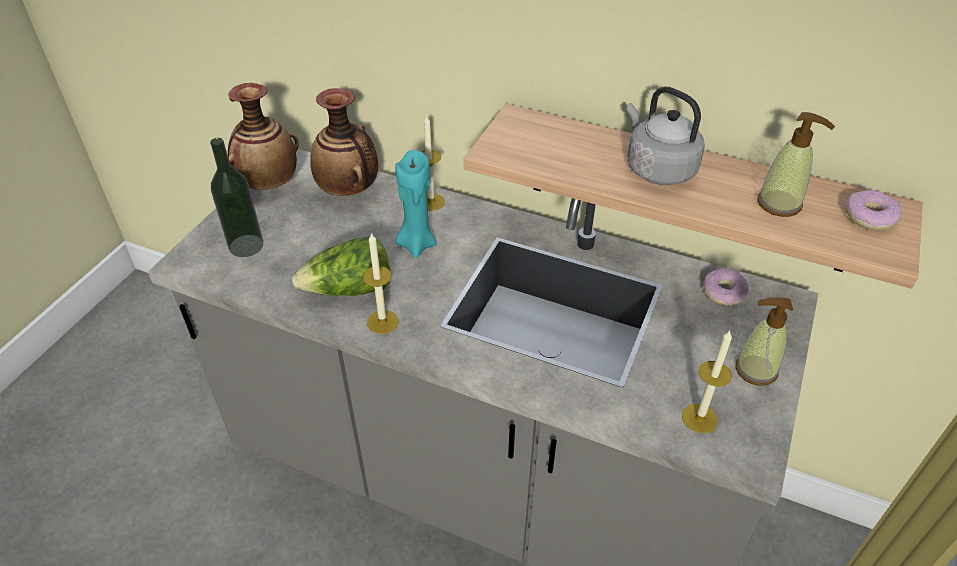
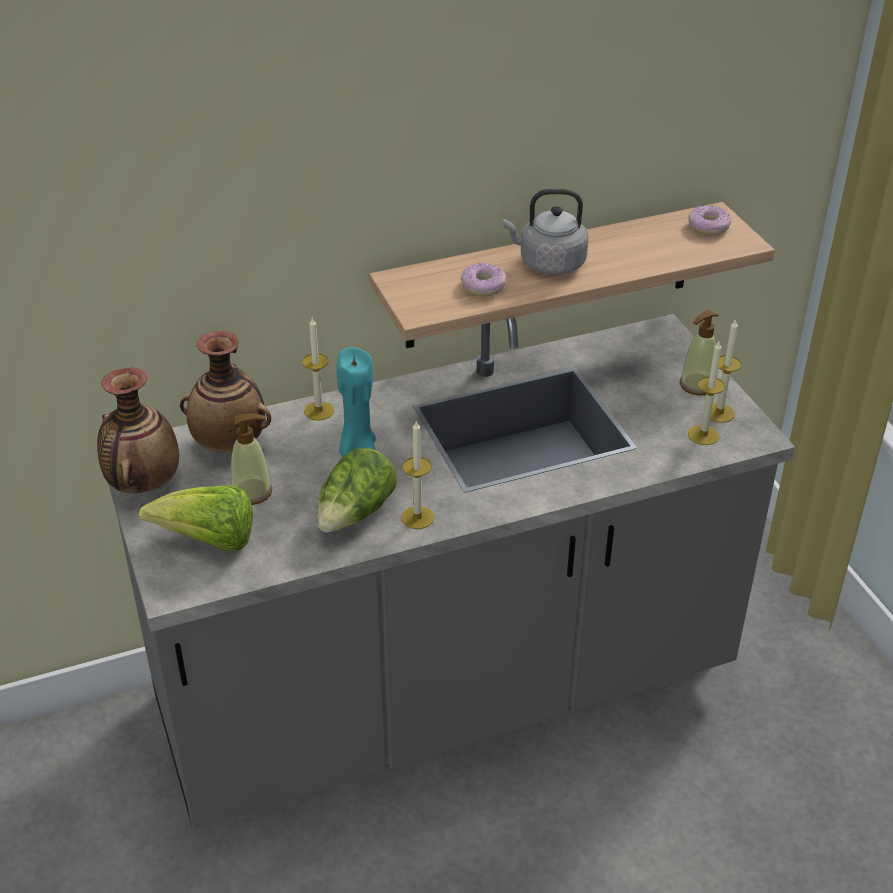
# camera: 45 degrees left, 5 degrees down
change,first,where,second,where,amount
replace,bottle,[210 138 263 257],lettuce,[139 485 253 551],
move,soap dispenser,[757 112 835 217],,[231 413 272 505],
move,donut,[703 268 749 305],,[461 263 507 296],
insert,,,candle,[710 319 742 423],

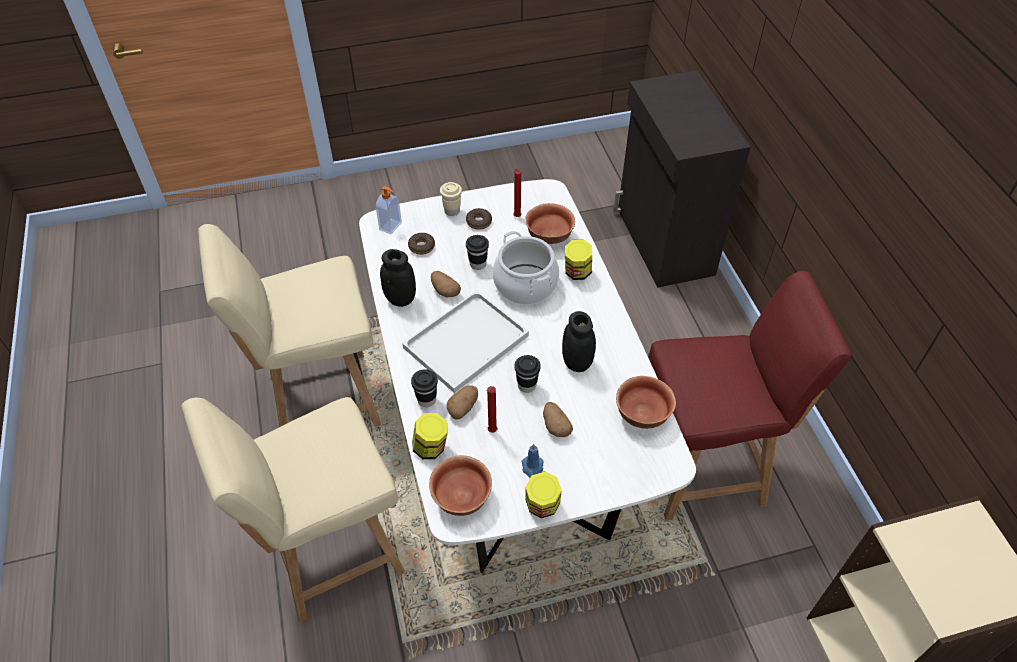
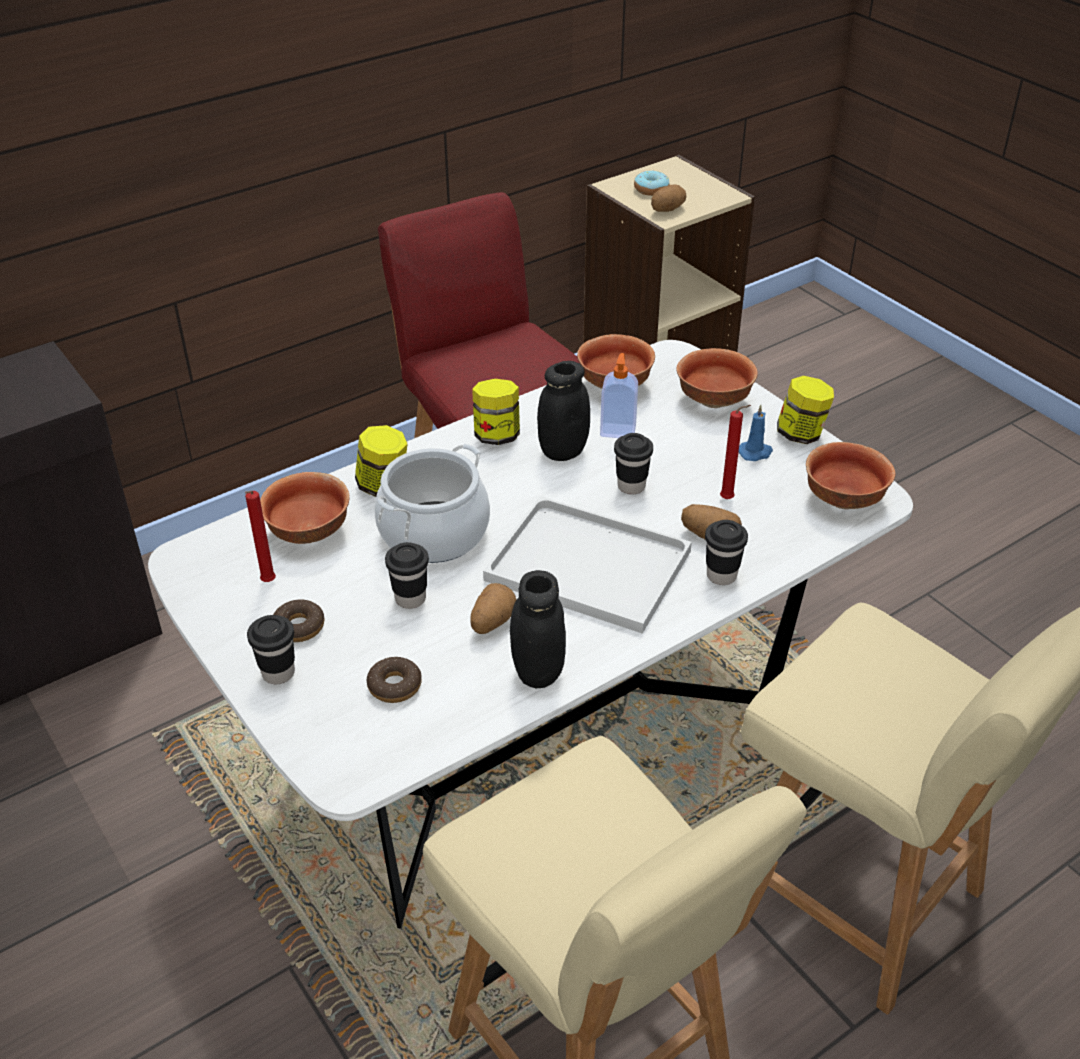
# camera: 110 degrees left, 10 degrees down
change,first,where,second,where,amount
recolor,beige cup,[440 182 462 216],black cup,[247 615 295 684],
move,jar,[412 413 448 459],,[472 378 520 445],
move,soap dispenser,[376 186 402 234],,[600 353 638 438],
insert,,,donut,[634 170 669 196],
move,potato,[543 402 573 437],,[651 184 686 212],
insert,,,bowl,[676 348 758 408],

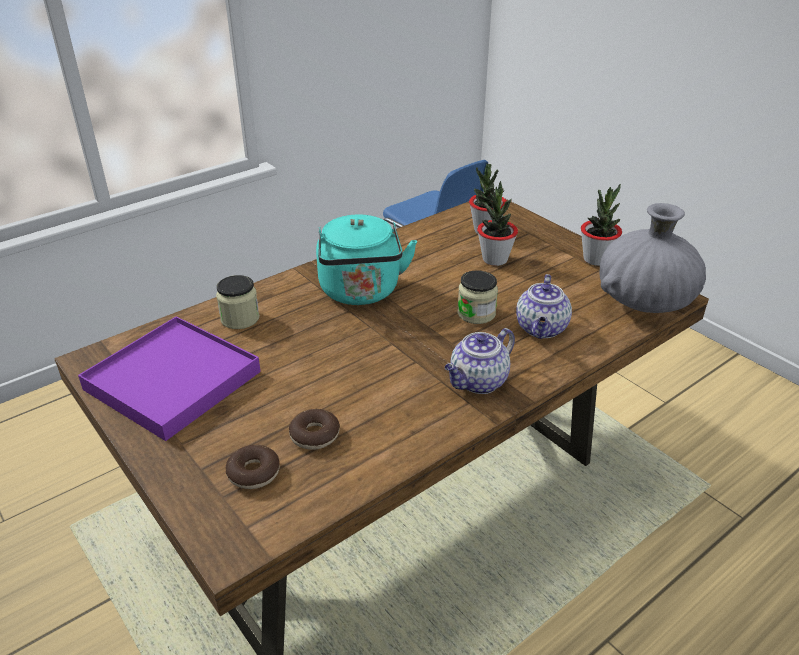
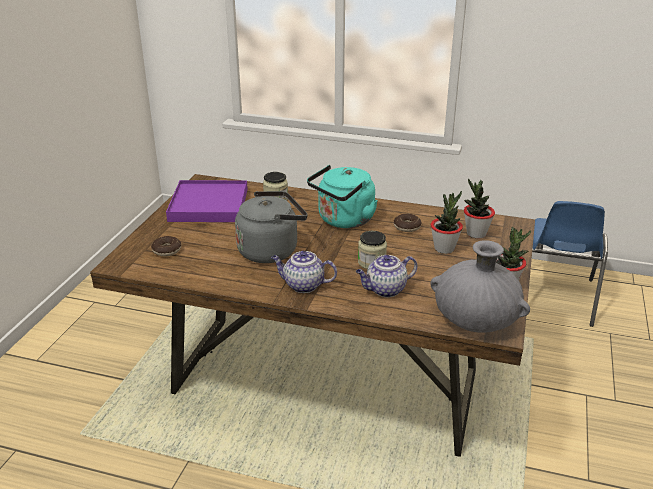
# camera: 55 degrees right, 5 degrees down
change,first,where,second,where,amount
insert,,,grey kettle,[235 191 308 263],
move,donut,[289 409 340 450],,[394 214 422 232],

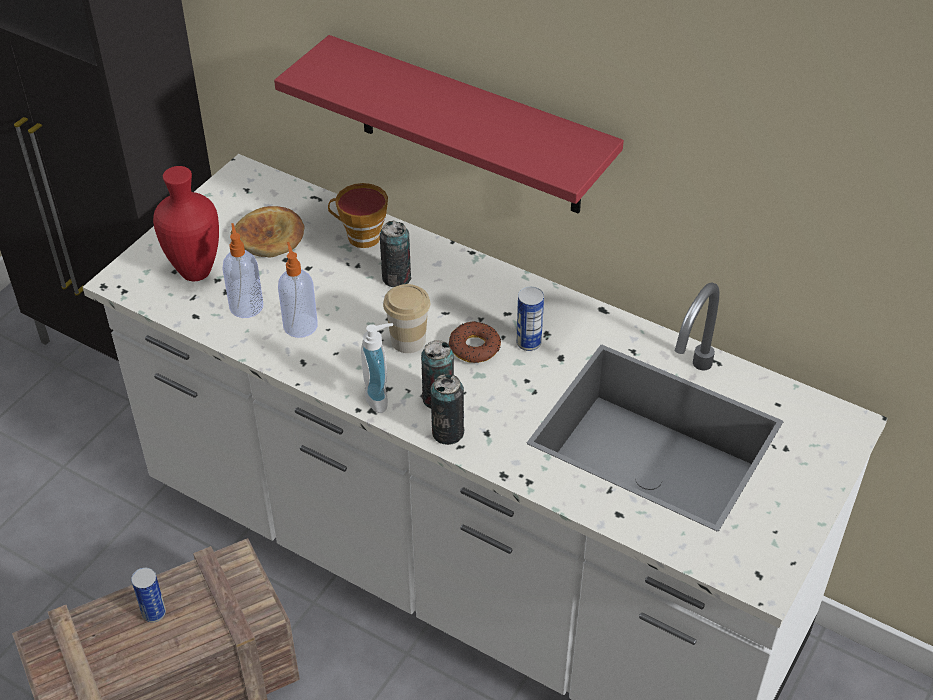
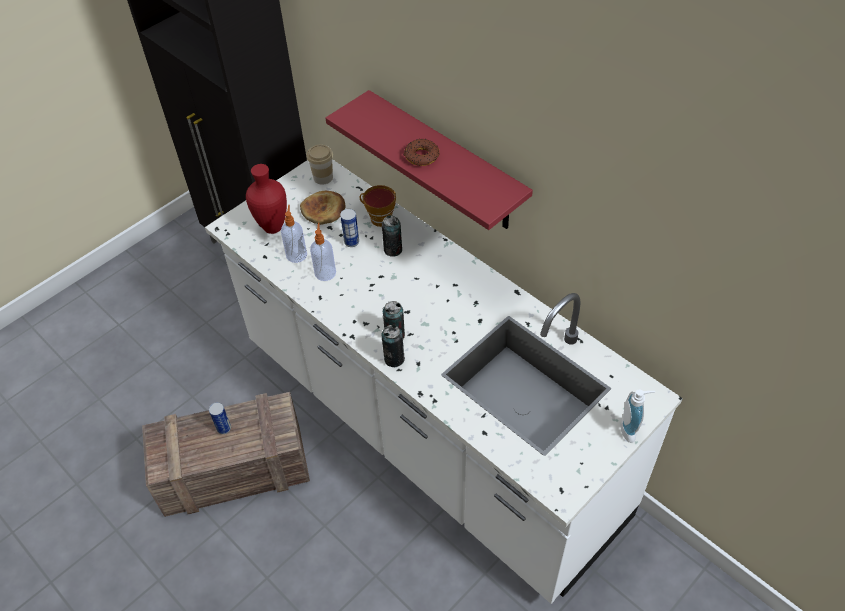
# camera: 15 degrees right, 5 degrees up
change,first,where,second,where,amount
move,cup,[383 284 430 353],,[307 145 333 185],
move,can,[516 287 544 351],,[340 209 359 247],
move,donut,[448 321 501 363],,[404 139 440 166],
move,soap dispenser,[361 323 393 413],,[621 389 655 443],

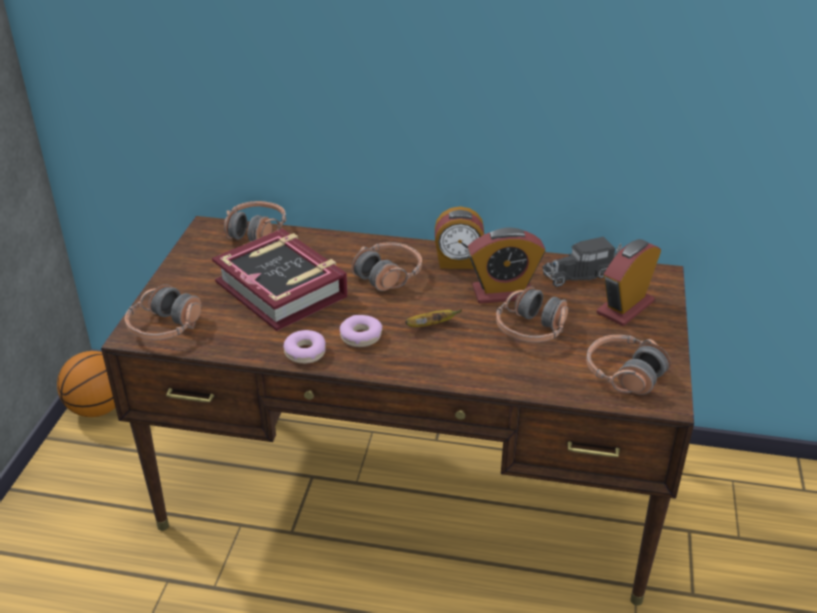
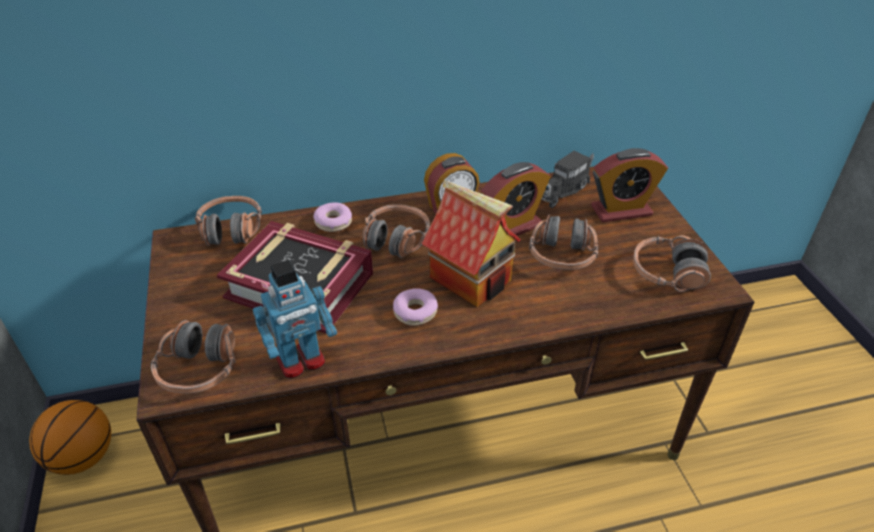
# camera: 25 degrees left, 5 degrees up
change,first,where,second,where,amount
insert,,,toy robot,[253 260 337 379],
move,donut,[283 330 326 364],,[313 202 352 232],
replace,banana,[405 309 462 327],toy house,[422 180 521 307],
rotate,alarm clock,[597 239 661 326],,[591 148 668 222],120 degrees counterclockwise

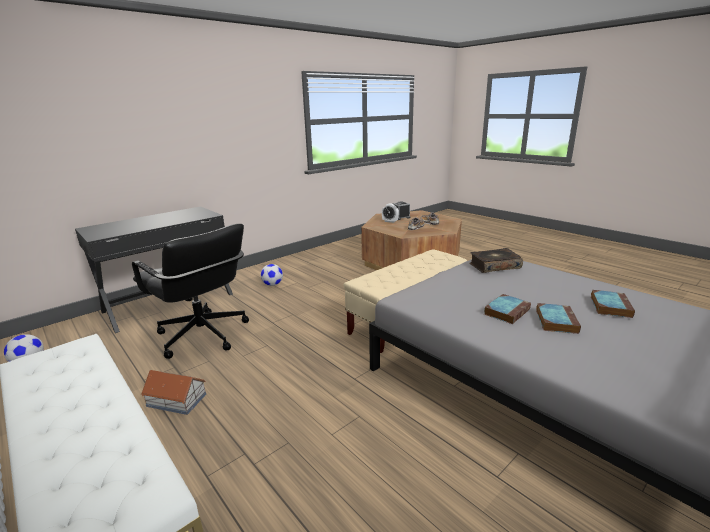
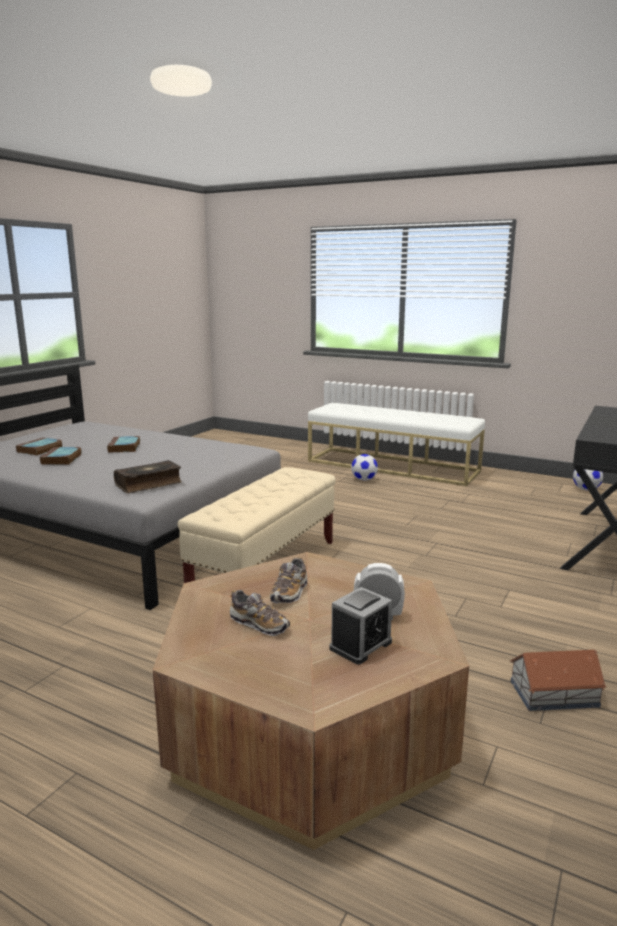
# camera: 160 degrees right, 5 degrees down
change,first,where,second,where,amount
move,book,[484 294 531 324],,[16 437 62 456],
move,football,[261 264 283 286],,[351 454 378 480],
move,toy house,[141 370 206 415],,[510 650 607 711],
delete,black office chair,[132 224 249 359],,,

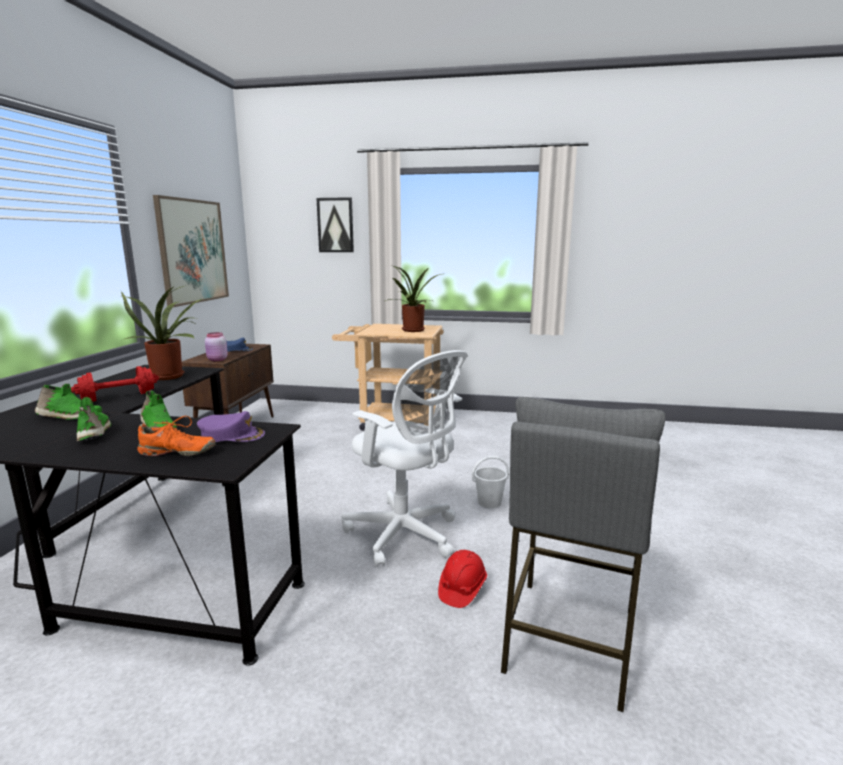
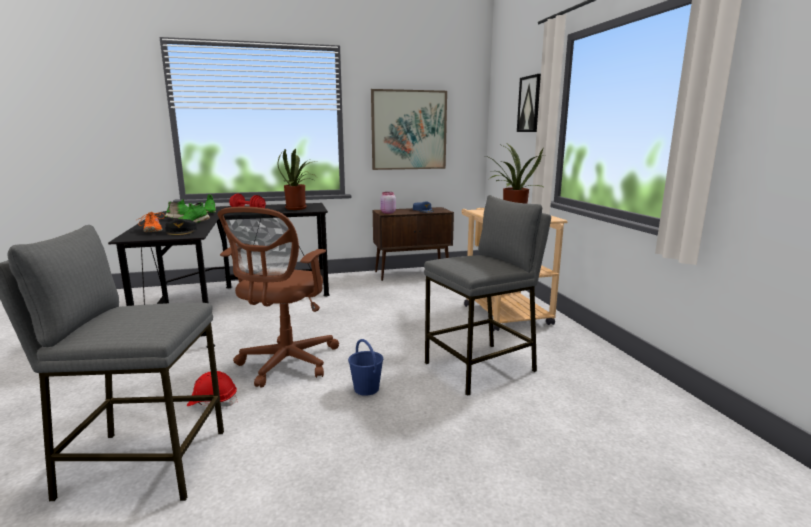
# camera: 65 degrees right, 0 degrees up
change,first,where,second,where,amount
recolor,purple cap,[197 411 265 442],black cap,[165 219 197 236],
recolor,white office chair,[341 350 467 567],brown office chair,[218 206 339 388],
recolor,white bucket,[472 456 509 508],blue bucket,[348 339 383 396],
insert,,,grey stool,[424 195 551 396],

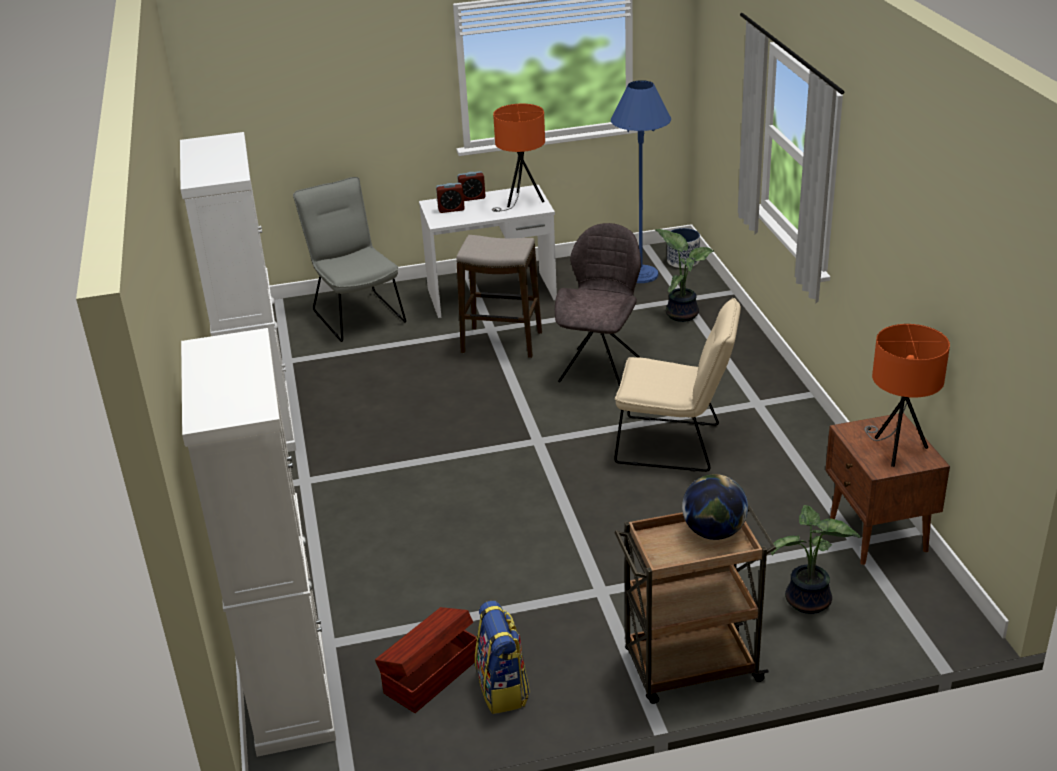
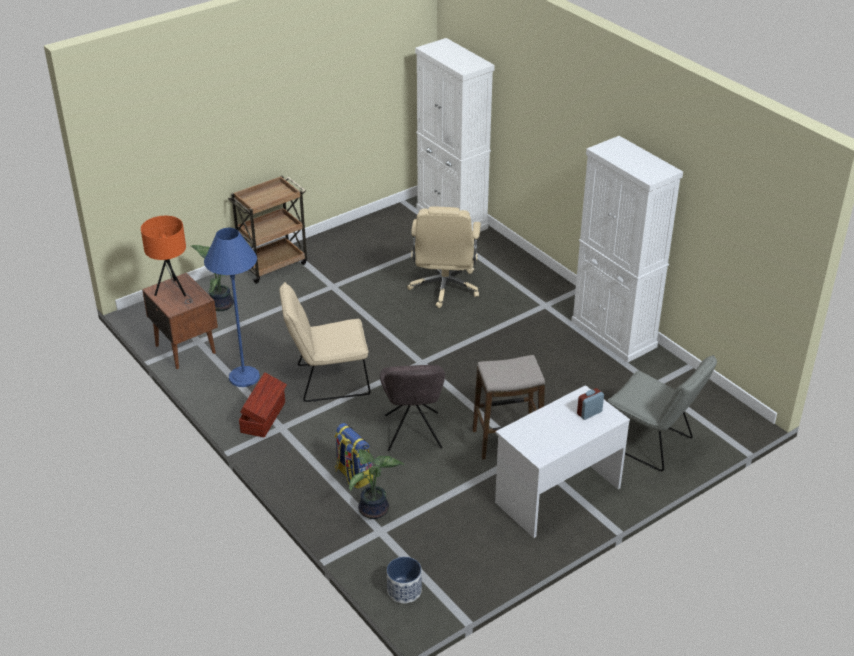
# camera: 155 degrees right, 5 degrees up
change,first,where,second,where,amount
move,blue floor lamp,[611 80 671 283],,[204 228 260 387],
move,brown storage box,[375 607 477 713],,[239 372 287 438],
move,backpack,[475 601 530 714],,[335 423 374 489],
insert,,,beige office chair,[407 207 481 308],
delete,alarm clock,[457 171 486 201],,,
delete,orange table lamp,[492 104 545 212],,,
delete,globe,[682 474 748 540],,,

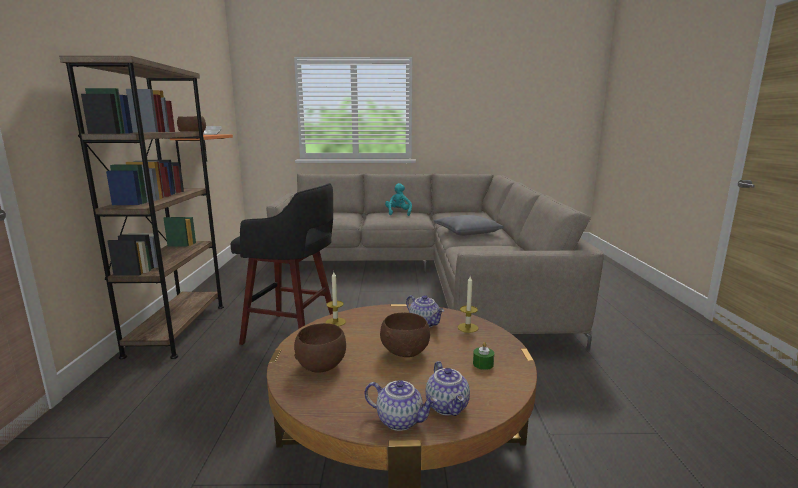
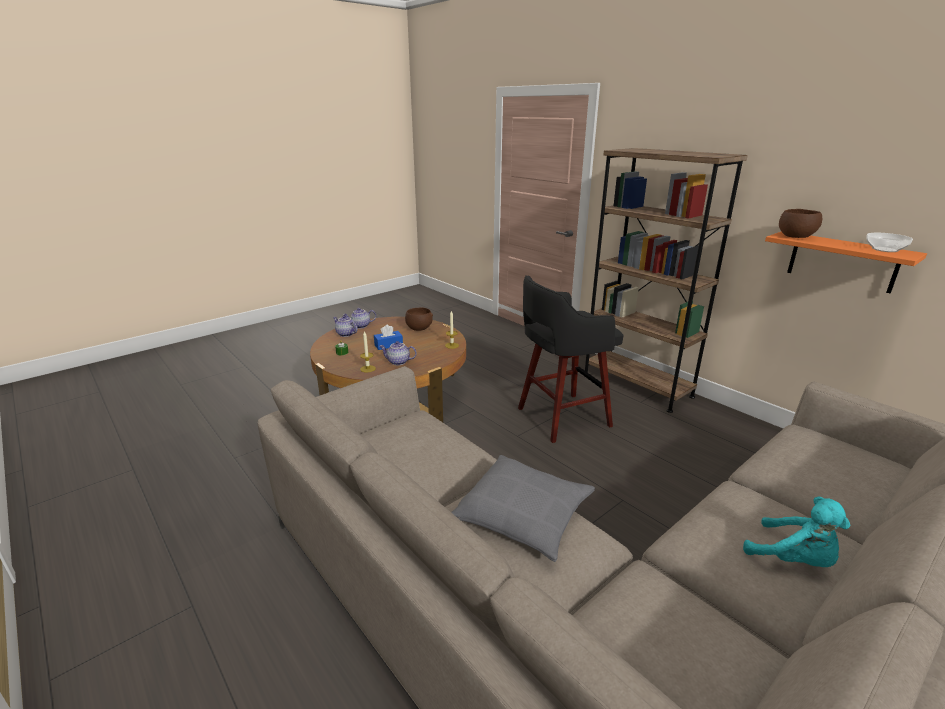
# camera: 140 degrees right, 10 degrees up
change,first,where,second,where,amount
replace,brown bowl,[380 313 430 357],blue tissue box,[374 325 403 350],

